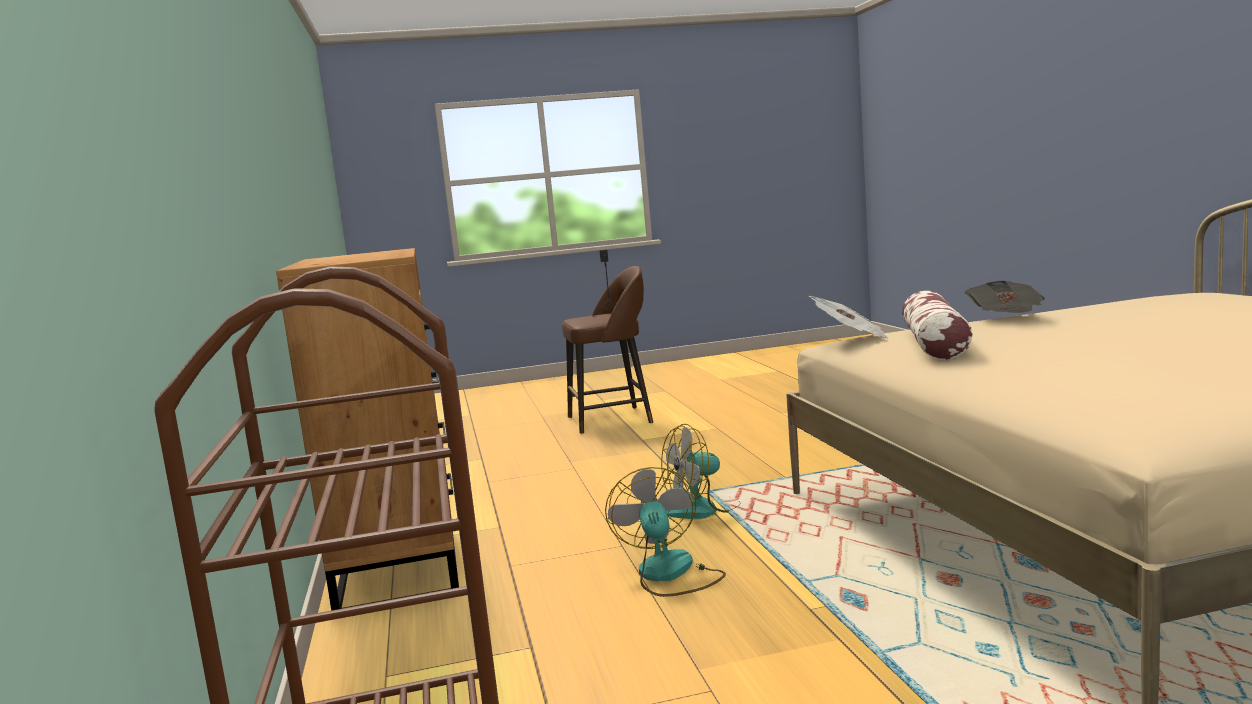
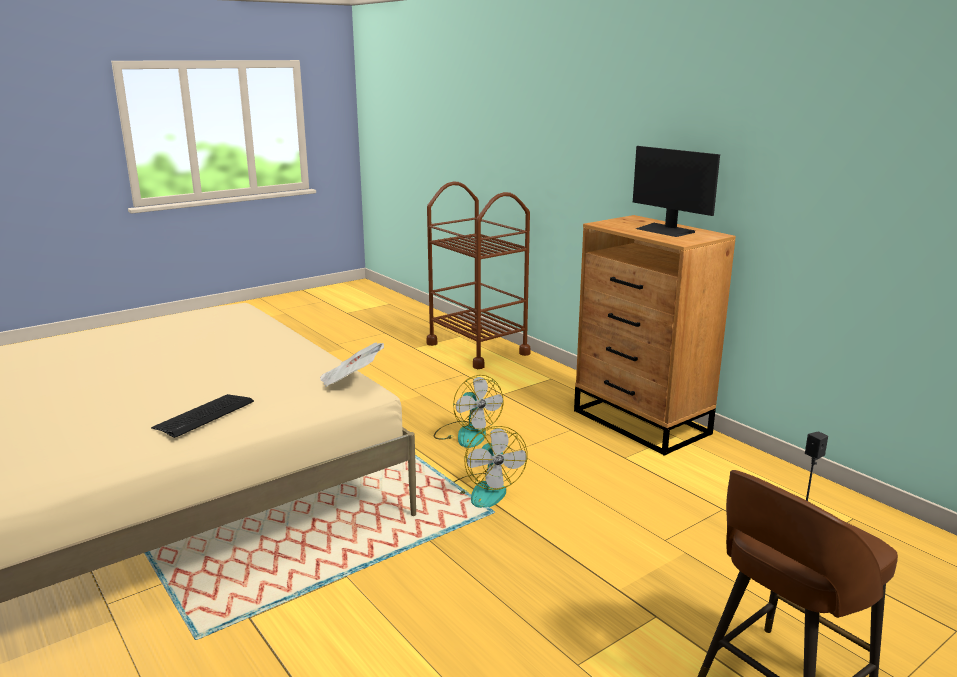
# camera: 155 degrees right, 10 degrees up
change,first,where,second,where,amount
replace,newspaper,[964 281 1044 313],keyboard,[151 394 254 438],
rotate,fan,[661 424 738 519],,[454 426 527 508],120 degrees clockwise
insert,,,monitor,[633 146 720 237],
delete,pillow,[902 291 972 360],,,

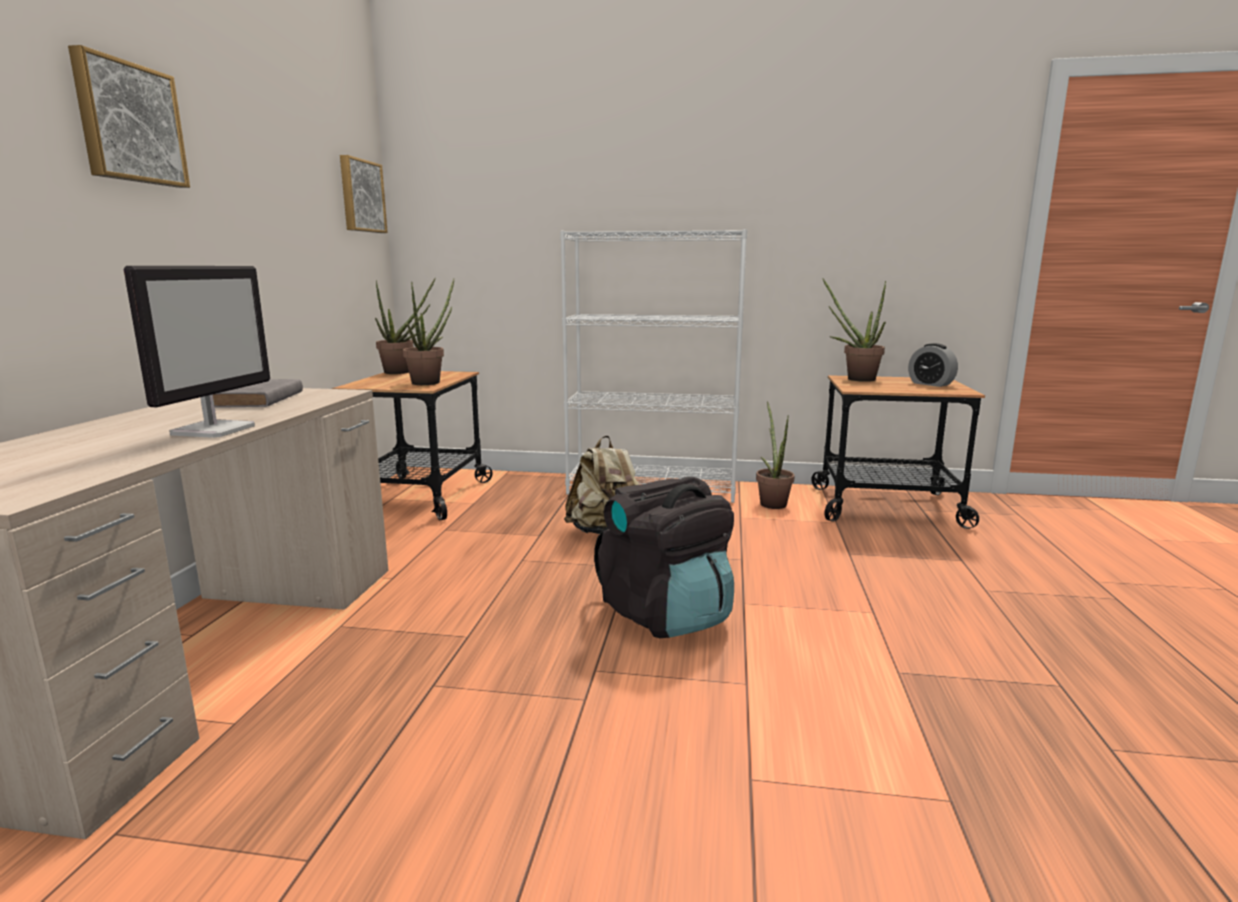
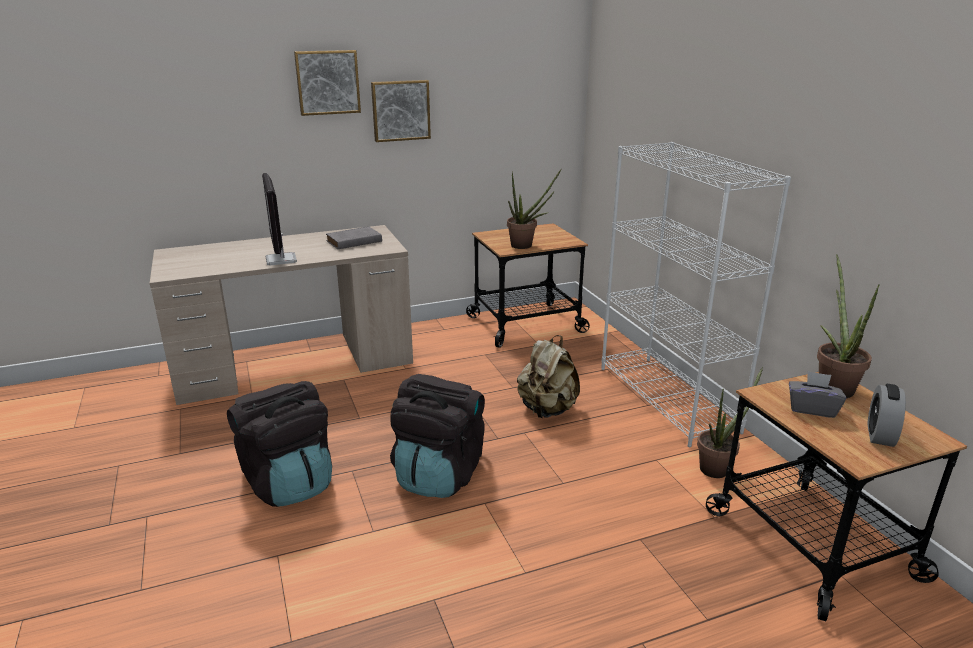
# camera: 60 degrees right, 10 degrees up
change,first,where,second,where,amount
insert,,,black backpack,[227 381 332 507],
rotate,monitor,[124 266 270 438],,[262 173 297 265],90 degrees clockwise
move,picture,[340 155 388 233],,[371 80 431 142],
insert,,,grey tissue box,[789 371 846 418],
delete,potted plant,[375 278 436 374],,,

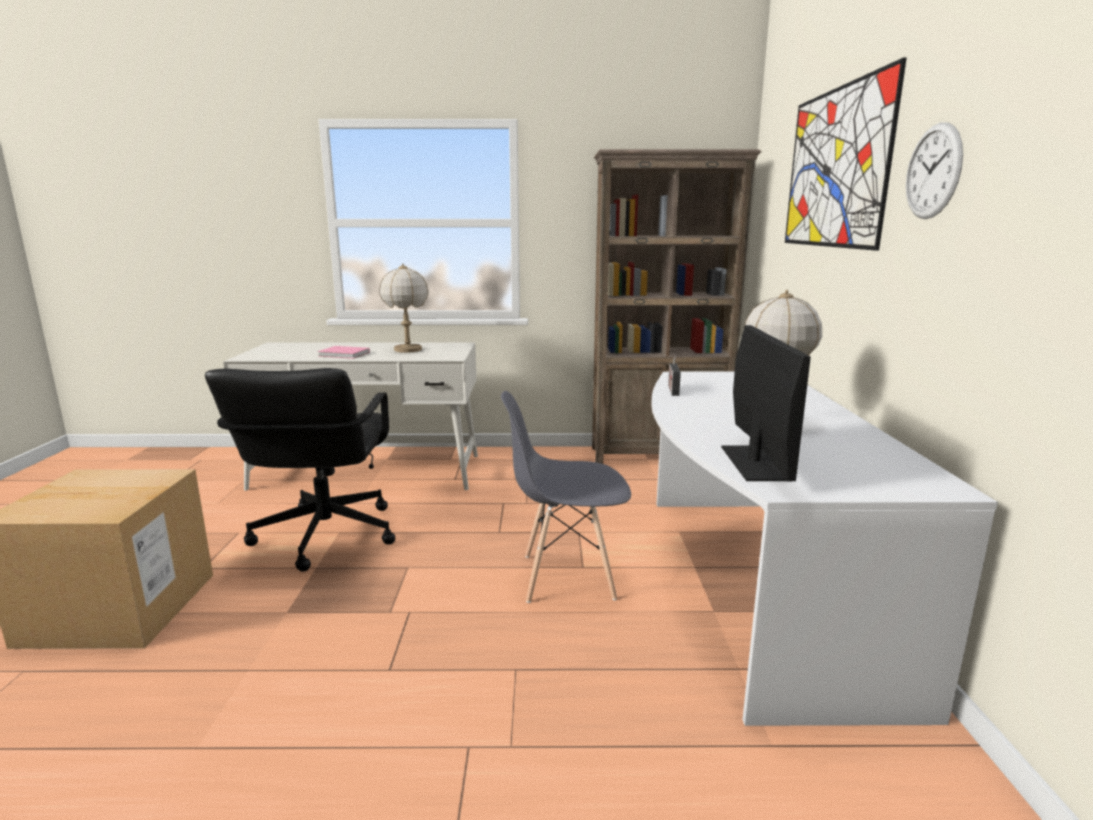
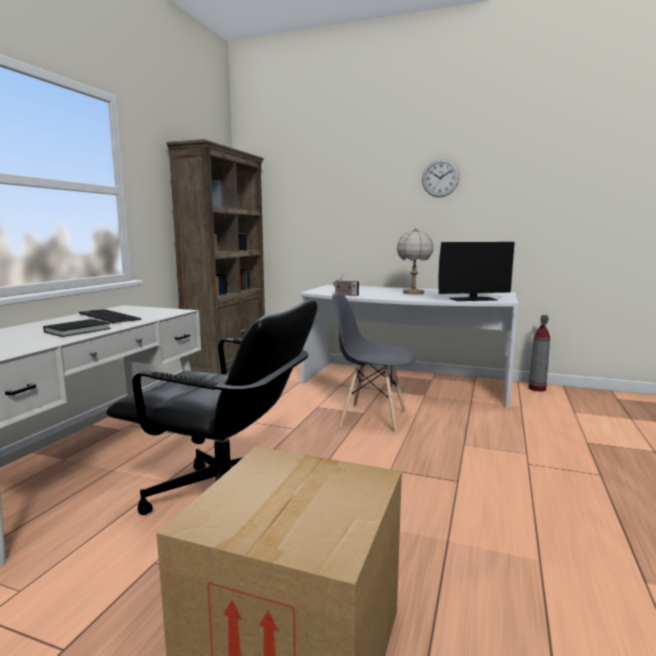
# camera: 70 degrees left, 5 degrees down
change,first,where,second,where,amount
recolor,pink book,[318 346 370 359],black book,[43 319 111 337],
replace,table lamp,[379 263 429 353],keyboard,[79 309 141 323],
rotate,grey chair,[501 391 631 603],,[332 293 415 434],90 degrees clockwise
rotate,monitor,[721 325 811 481],,[438 242 515 301],150 degrees clockwise
insert,,,fire extinguisher,[528 315 550 391],
delete,picture,[785 58 907 251],,,

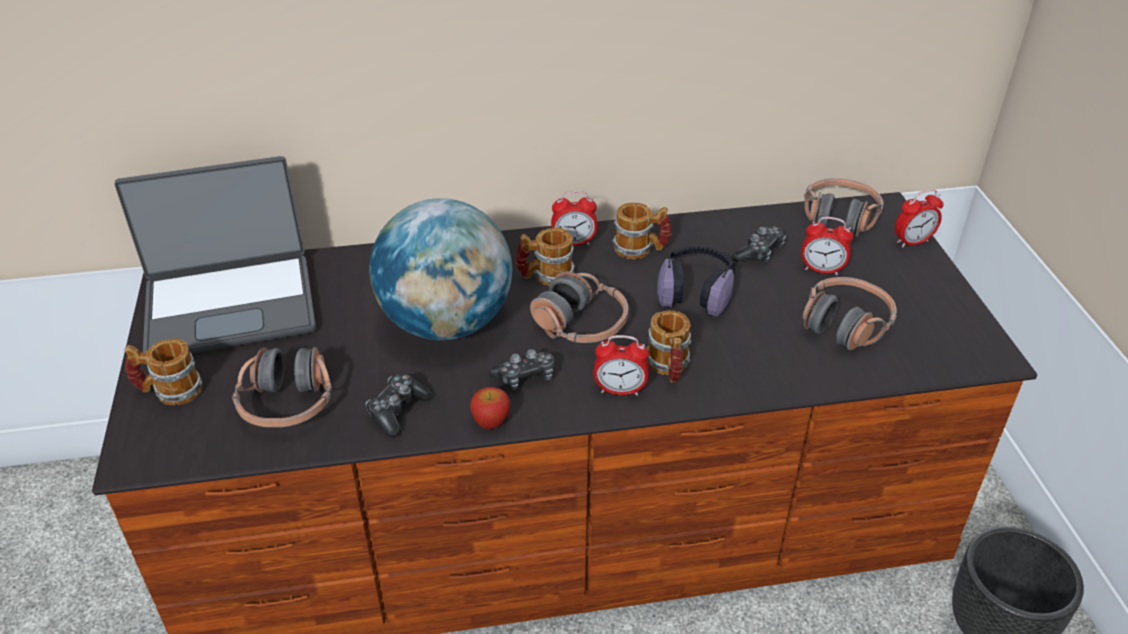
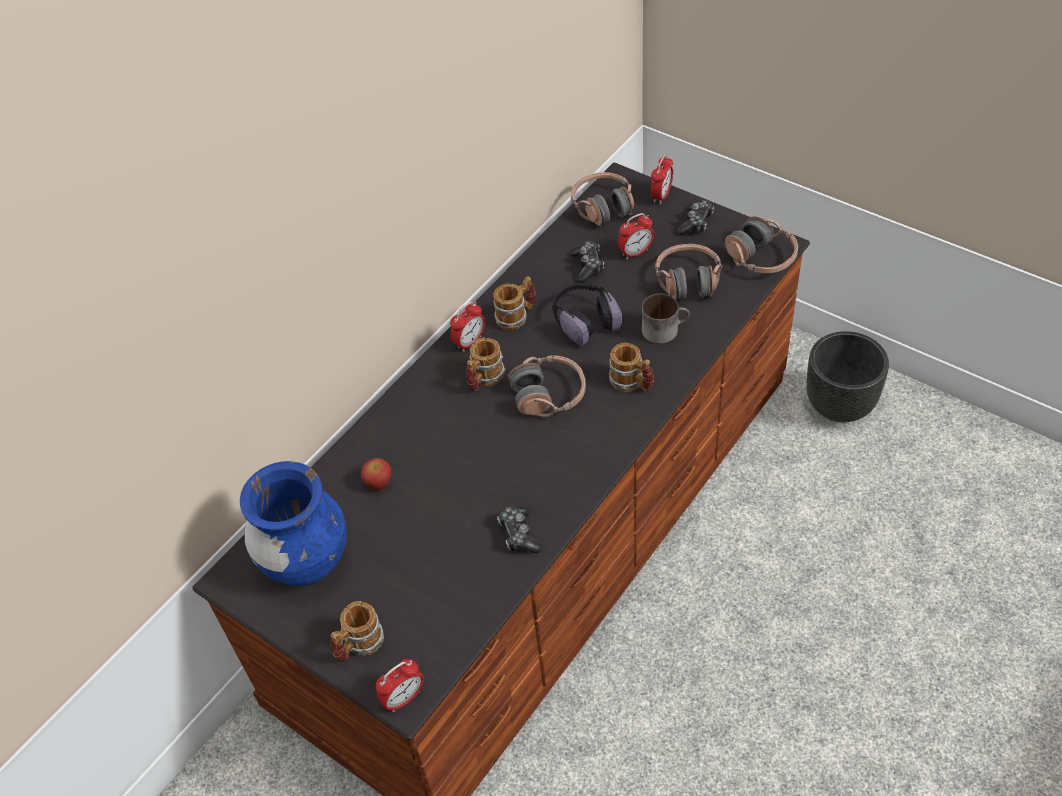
# camera: 40 degrees left, 10 degrees up
change,first,where,second,where,amount
replace,laptop,[114 156 316 353],blue vase,[240 461 346 586],
move,apple,[470 387 510 429],,[361 458 391 490],
move,alarm clock,[593 335 649 396],,[376 659 424 712],
insert,,,mug,[642 294 690 344],
move,game controller,[489 349 555 390],,[677 200 714 235],
move,headphones,[232 347 332 427],,[725 216 798 273],
delete,globe,[369 198 513 340],,,

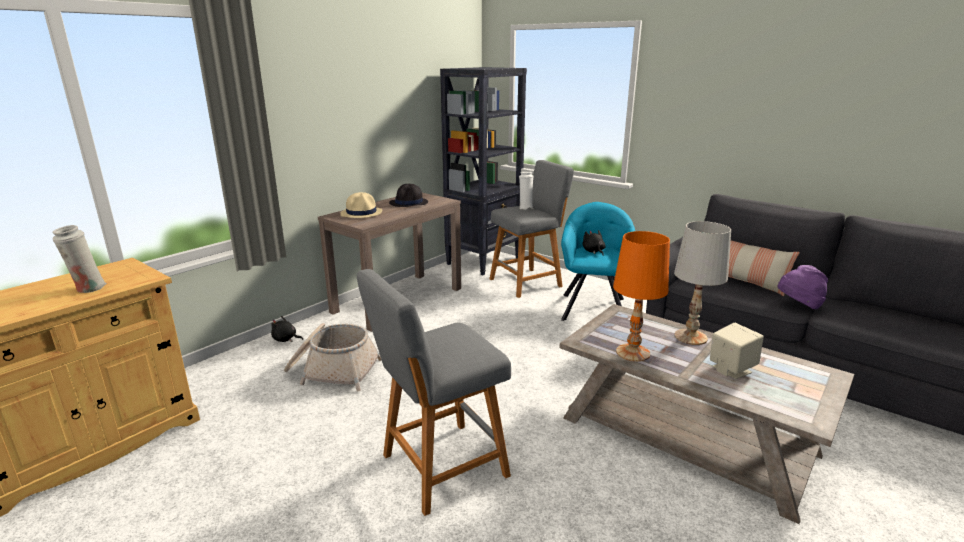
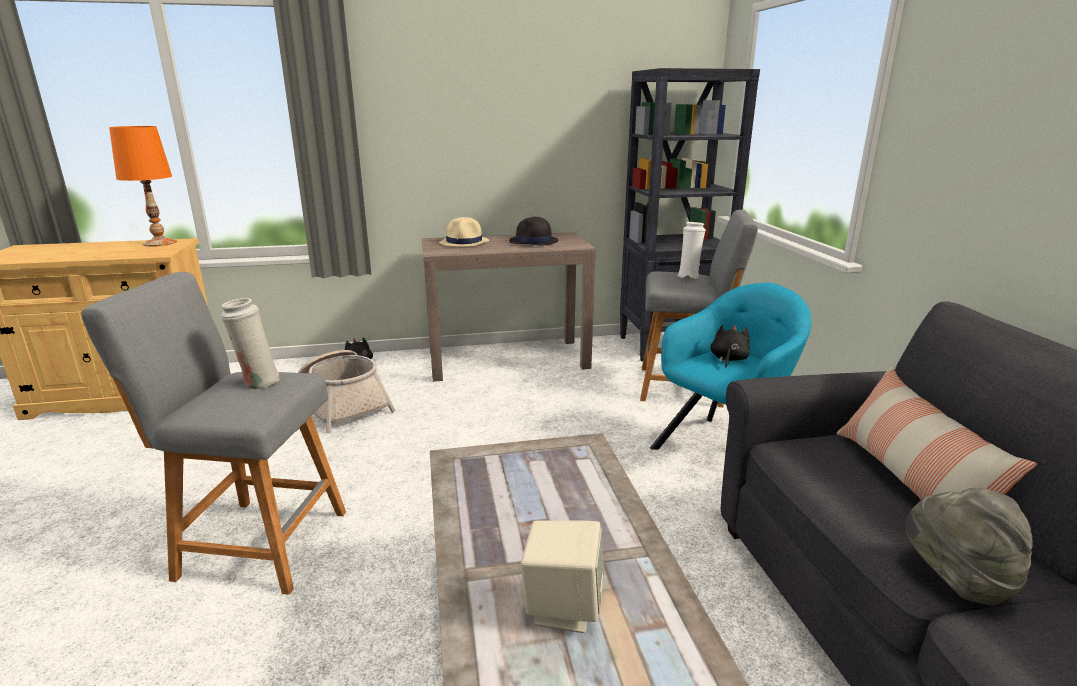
# camera: 40 degrees right, 0 degrees up
change,first,where,second,where,amount
move,orange table lamp,[613 231 670 362],,[109 126 177 247],
move,white vase,[52 225 107 293],,[221 298 279 390],
recolor,purple hat,[777 265 828 309],grey hat,[906 488 1032 606],
delete,white table lamp,[674 221 731 345],,,

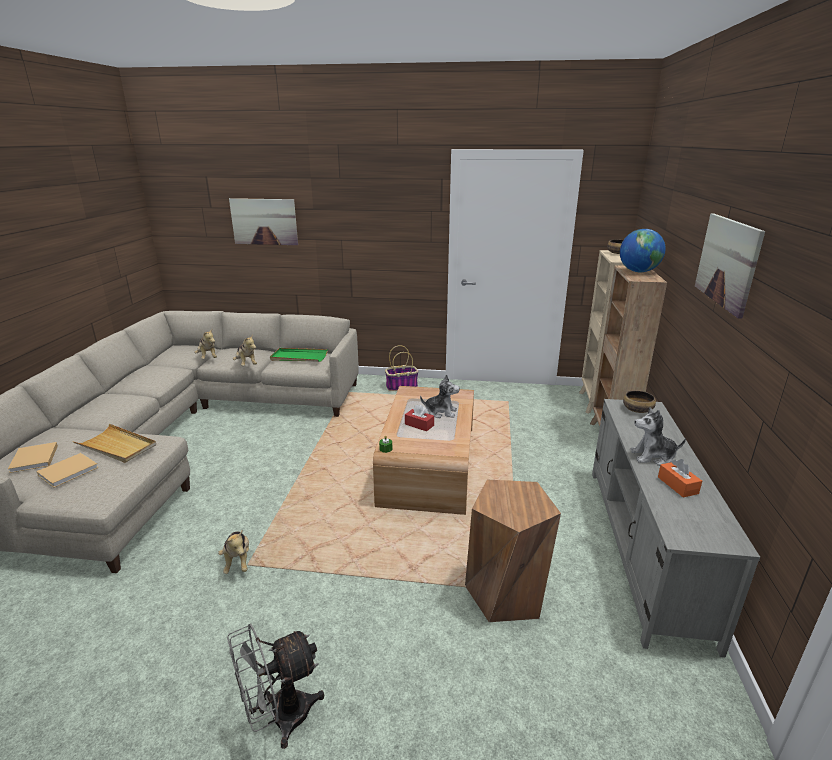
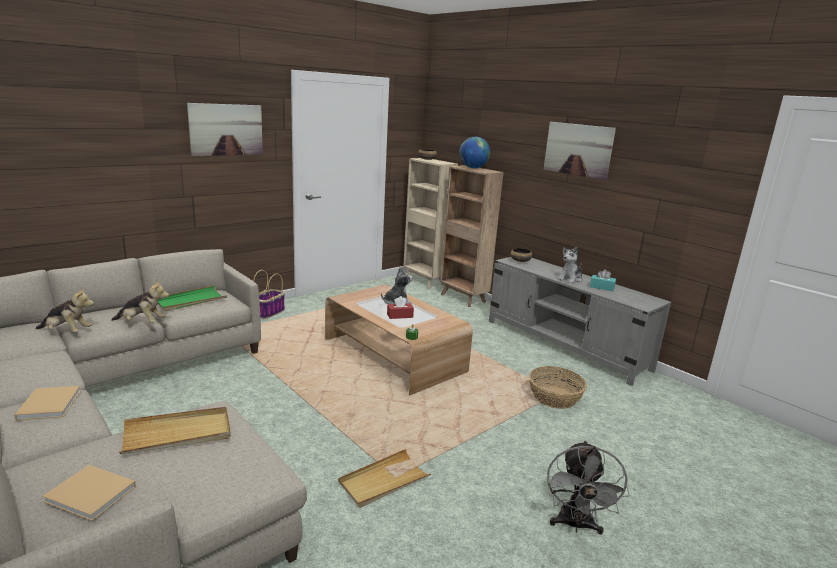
# camera: 50 degrees left, 5 degrees down
change,first,where,second,where,amount
move,beige book,[36 453 98 488],,[15 386 81 420],
move,picture,[229 198 298 245],,[187 103 263 156],
replace,plush toy,[218 530 249 574],beige tray,[338 449 432 508],
replace,brown stool,[465 480 561 622],basket,[529 366 587 409],
recolor,orange tissue box,[658 459 702 498],turquoise tissue box,[590 269 616 291],

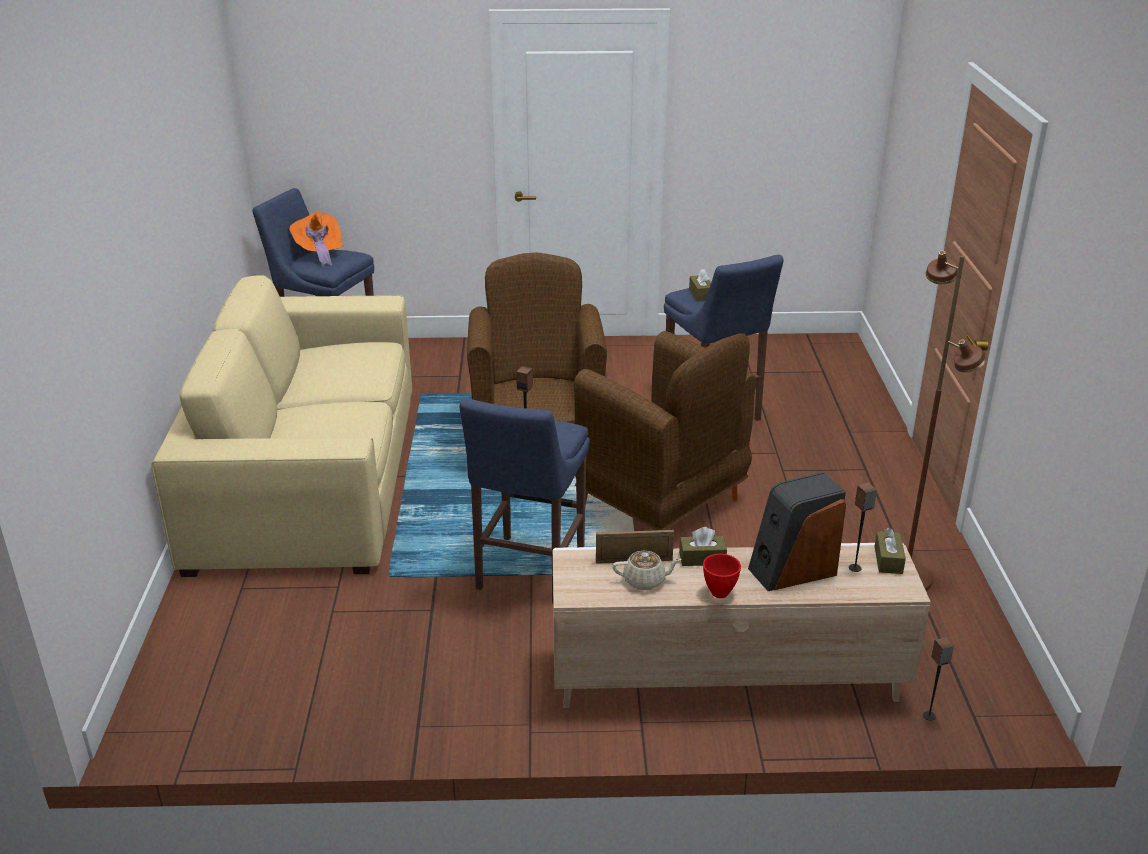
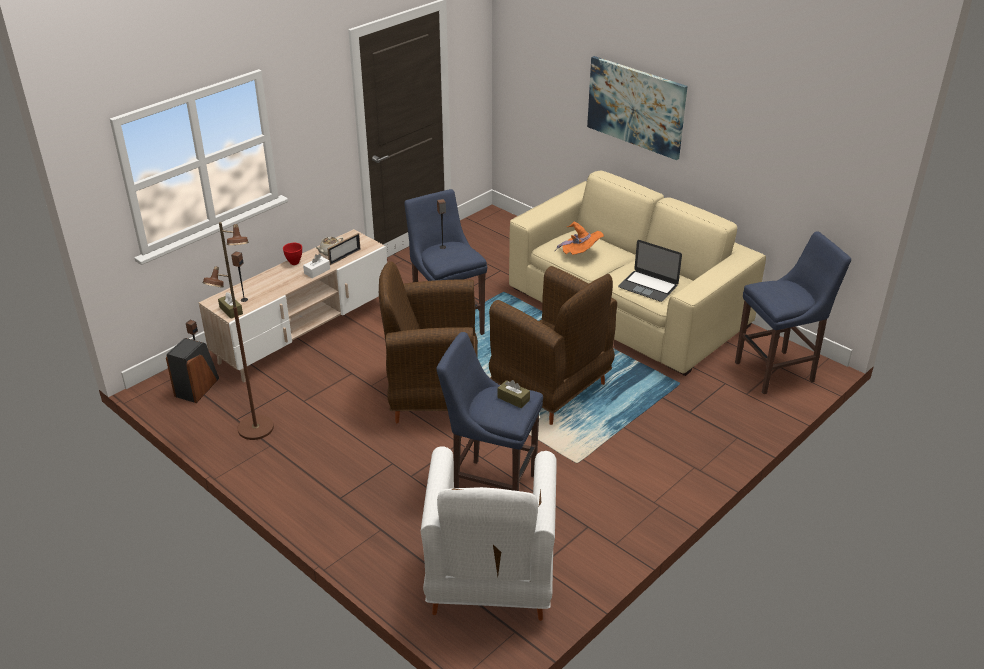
# camera: 135 degrees right, 5 degrees up
change,first,where,second,where,amount
move,speaker,[748 472 846 591],,[166 338 219 403],
recolor,brown tissue box,[679 527 727 566],white tissue box,[303 254 330 278],
insert,,,white armchair,[421 446 557 621],
move,orange hat,[289 211 344 267],,[555 221 604 255],
insert,,,picture,[587 56 687 160],
insert,,,laptop,[618 240 682 302],

